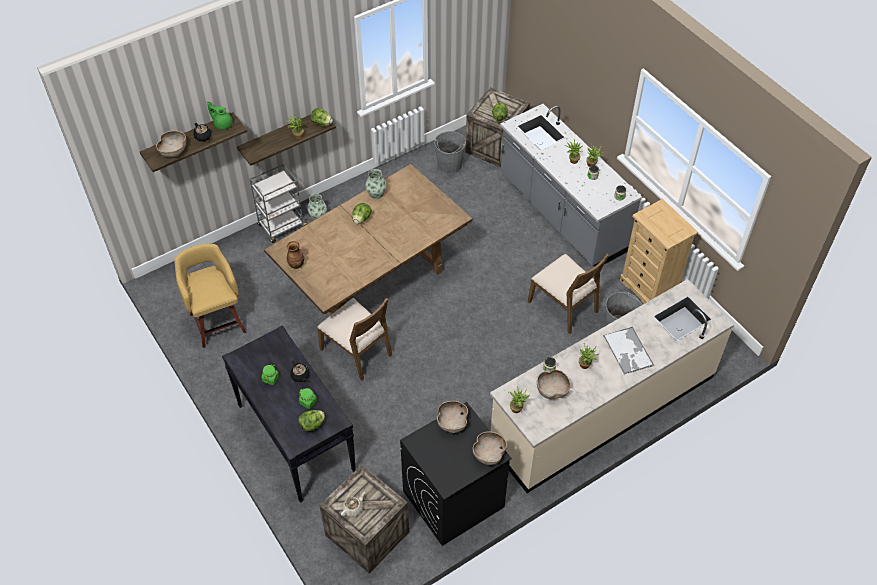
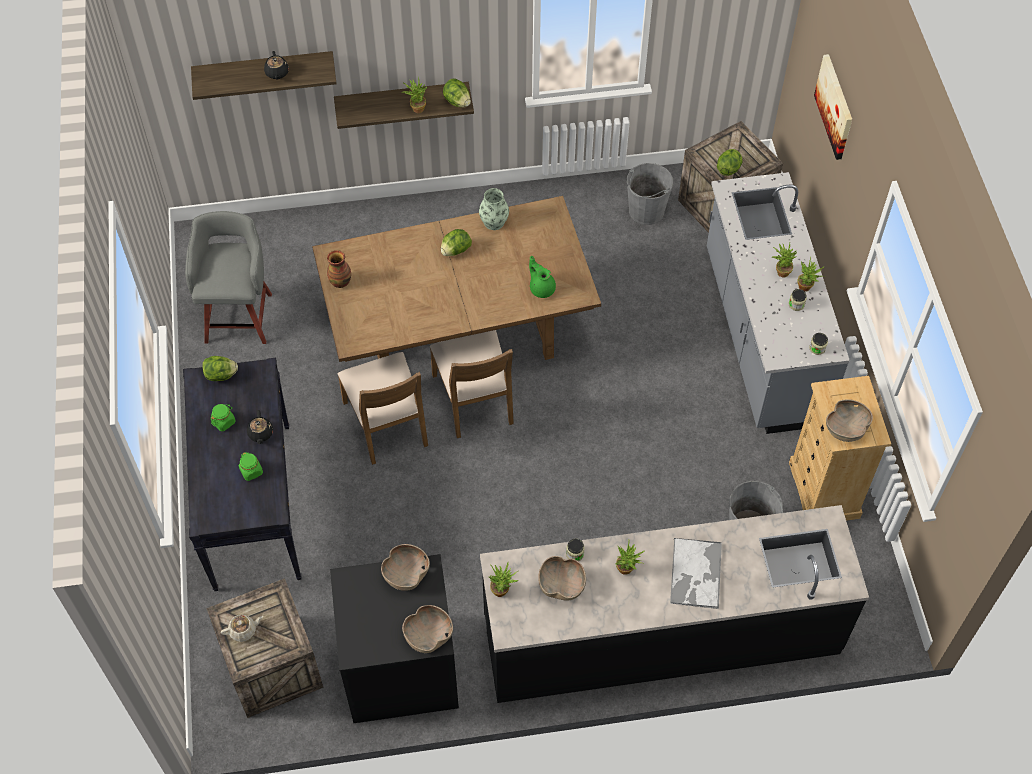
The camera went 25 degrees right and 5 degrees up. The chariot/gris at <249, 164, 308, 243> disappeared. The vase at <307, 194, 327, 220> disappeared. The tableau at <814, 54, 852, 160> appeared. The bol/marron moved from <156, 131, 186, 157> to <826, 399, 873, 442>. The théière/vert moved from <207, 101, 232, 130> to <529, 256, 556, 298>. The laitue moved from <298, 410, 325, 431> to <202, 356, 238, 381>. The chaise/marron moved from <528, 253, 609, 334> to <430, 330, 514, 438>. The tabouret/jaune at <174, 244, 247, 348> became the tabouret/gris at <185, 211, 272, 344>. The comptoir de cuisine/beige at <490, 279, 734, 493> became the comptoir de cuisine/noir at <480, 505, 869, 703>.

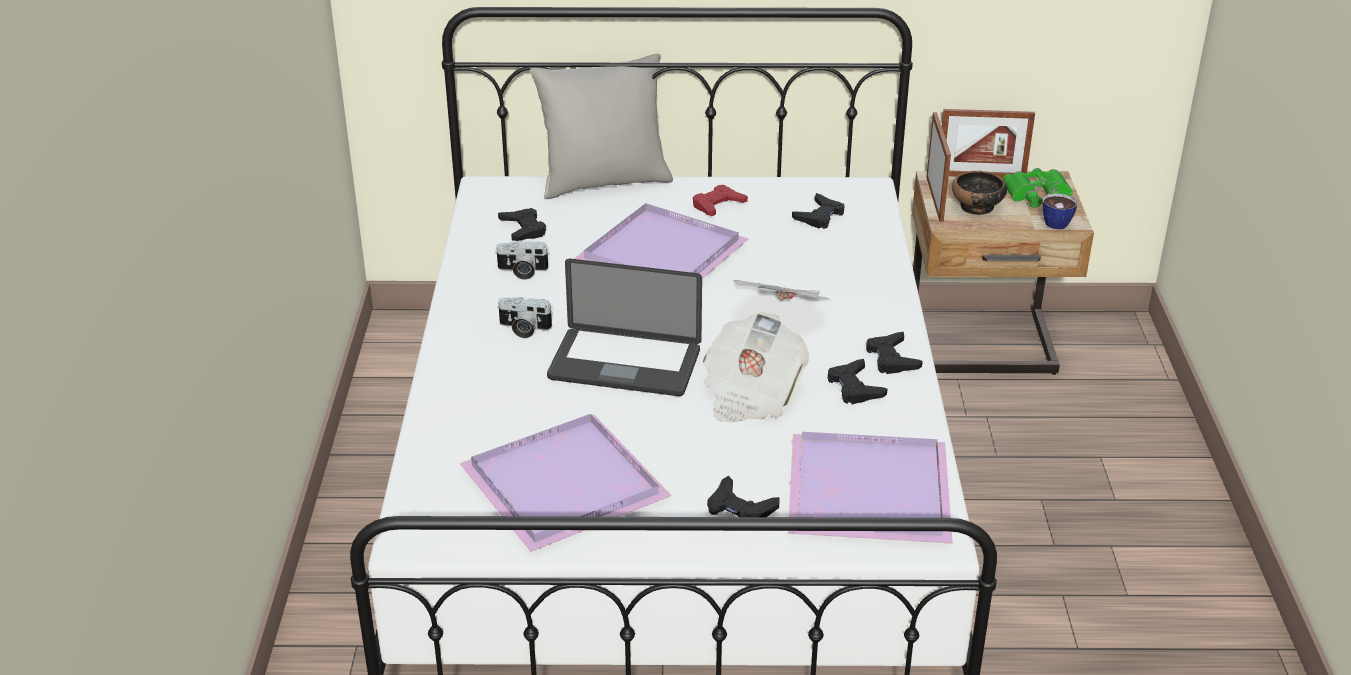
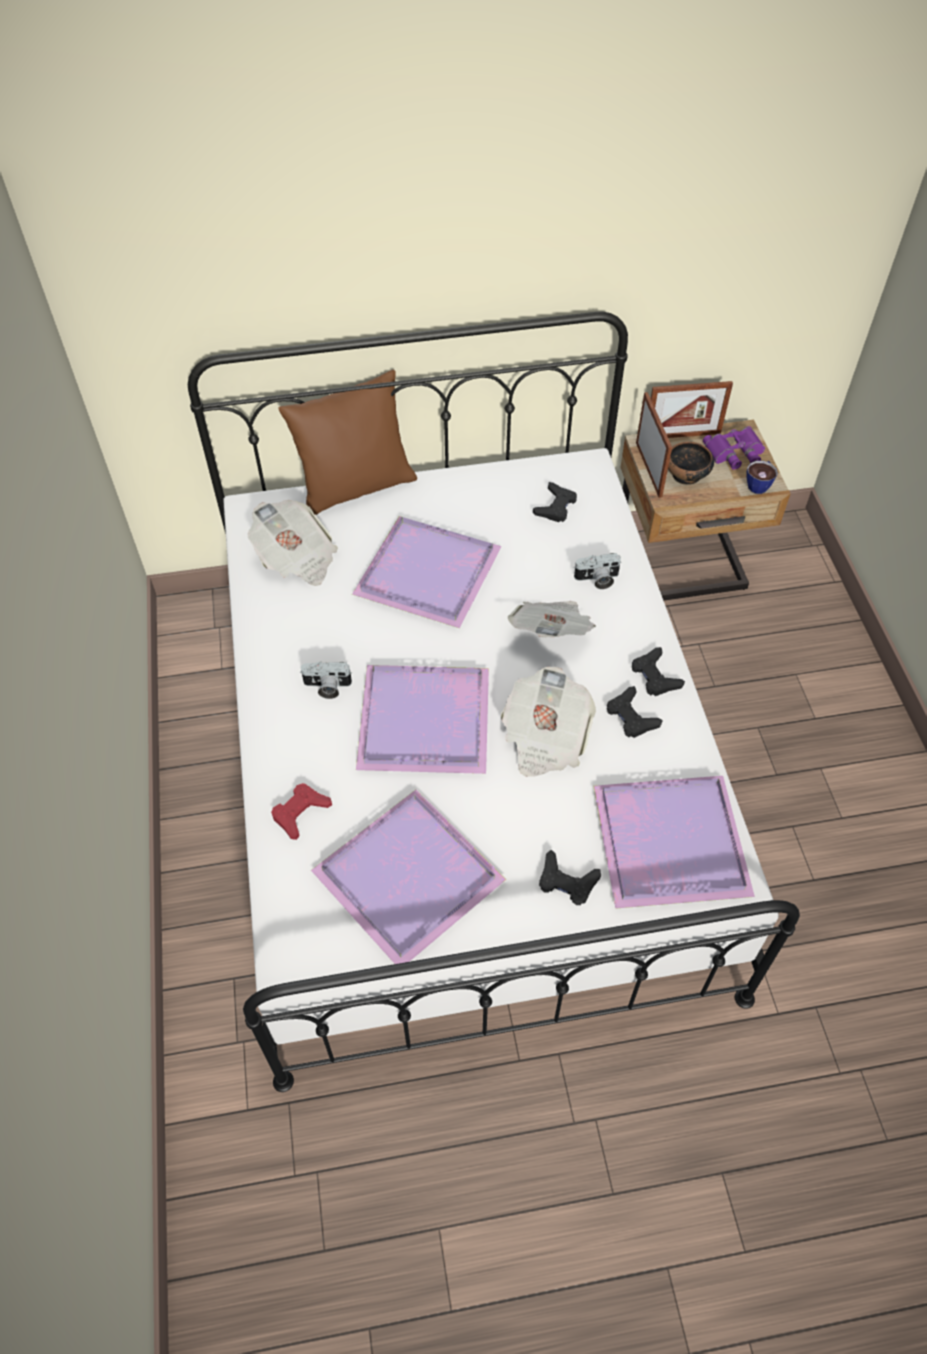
The camera went 10 degrees left and 20 degrees up. The appareil photo moved from <495, 241, 550, 280> to <574, 553, 622, 589>. The manette/rouge moved from <693, 185, 748, 216> to <271, 783, 332, 840>. The manette/noir at <498, 208, 546, 241> was replaced by the journal at <247, 500, 338, 586>. The ordinateur portable at <547, 259, 702, 396> was replaced by the plateau/violet at <356, 665, 489, 774>. The coussin/gris at <530, 53, 673, 199> became the coussin/marron at <278, 370, 417, 515>. The jumelles/vert at <1003, 168, 1073, 208> became the jumelles/violet at <703, 426, 765, 470>.

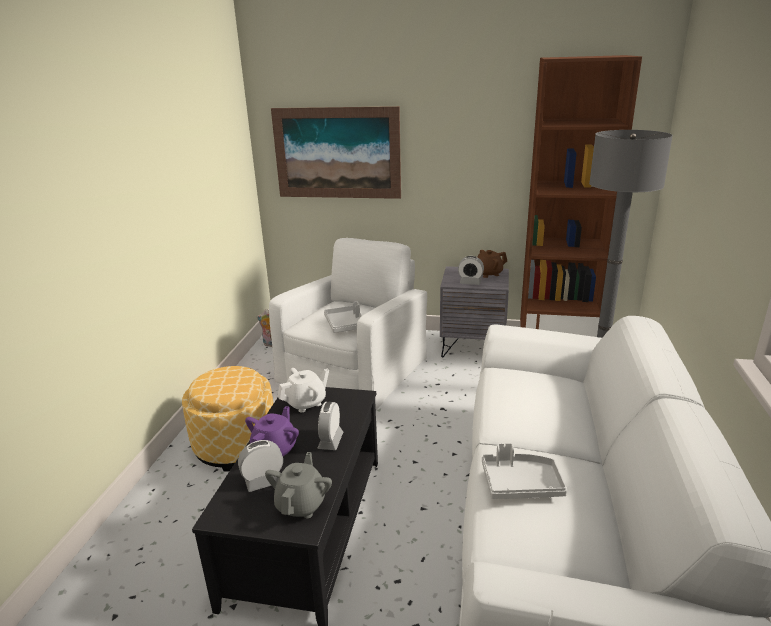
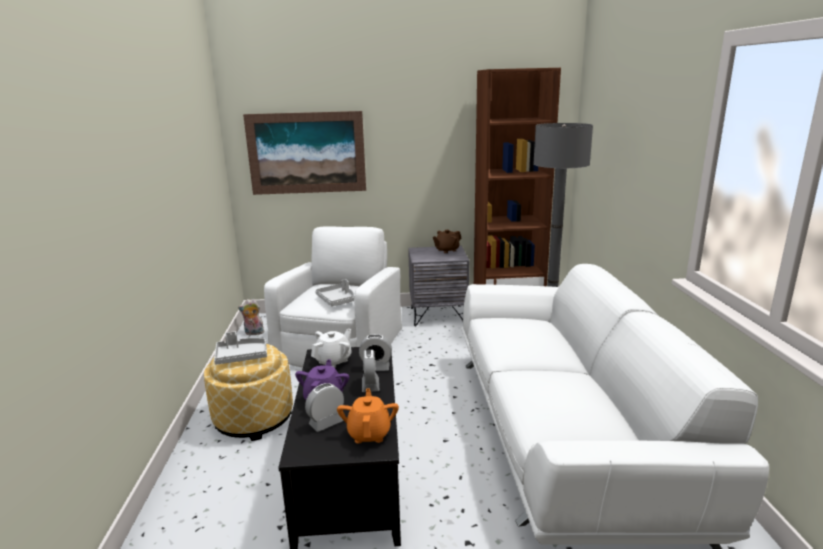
The camera went 15 degrees left and 5 degrees down. The réveil moved from <458, 256, 484, 285> to <359, 334, 392, 371>. The plateau/gris moved from <482, 443, 567, 499> to <214, 331, 267, 365>. The théière/gris at <265, 452, 332, 518> became the théière/orange at <337, 388, 399, 443>.

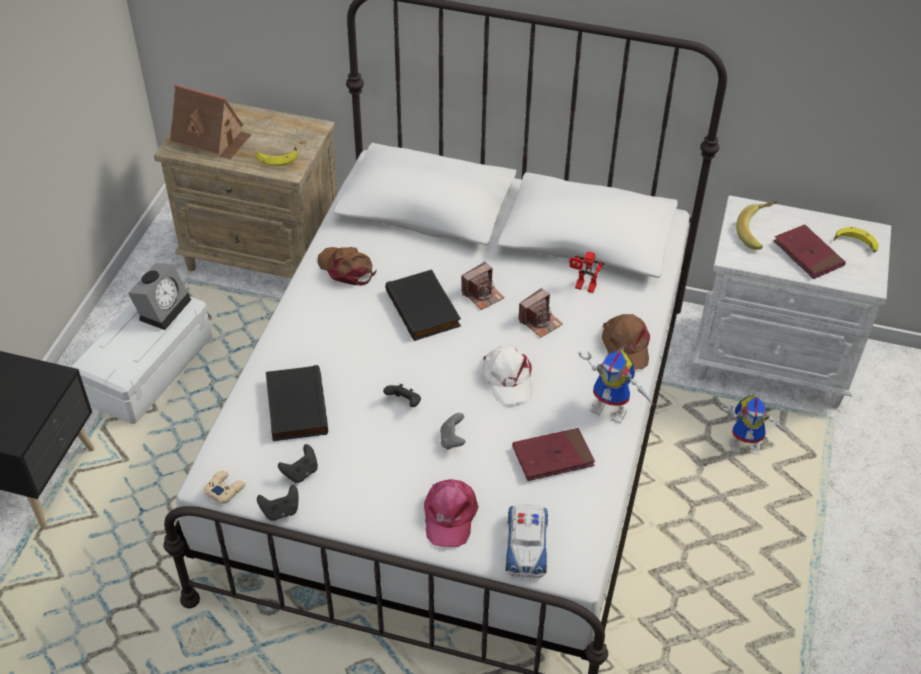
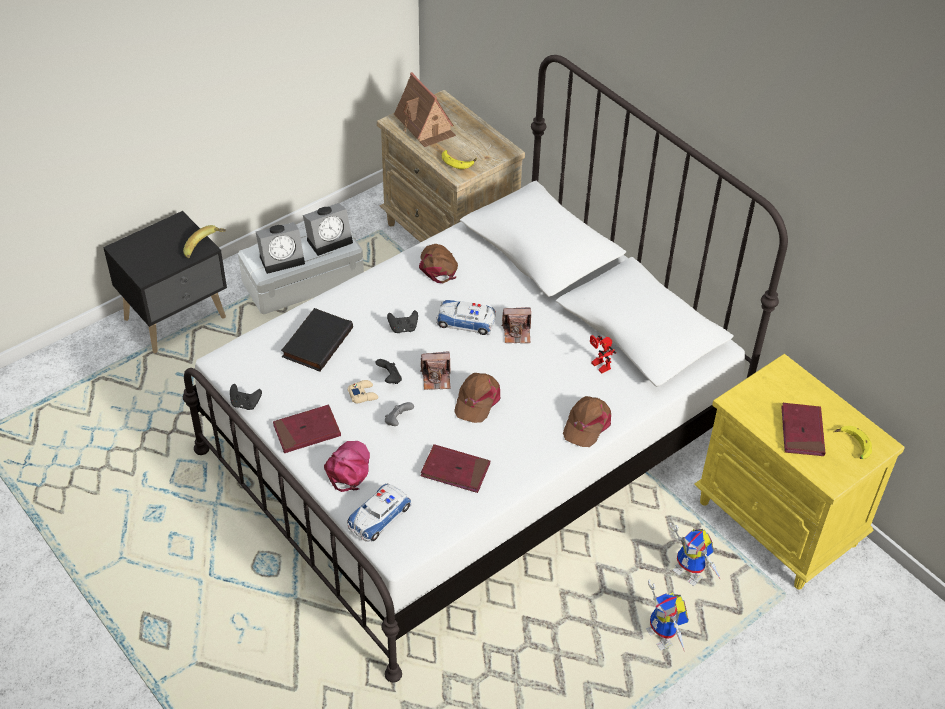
The camera went 35 degrees right and 0 degrees up. The réveil at <255, 222, 305, 274> appeared. The livre/rouge at <273, 405, 341, 453> appeared. The manette/beige moved from <204, 471, 245, 504> to <347, 380, 378, 403>. The manette/noir moved from <278, 444, 318, 483> to <387, 310, 418, 333>. The appareil photo moved from <519, 288, 563, 337> to <420, 351, 450, 390>. The robot jouet moved from <579, 349, 654, 424> to <646, 580, 689, 652>. The banane moved from <736, 201, 778, 250> to <183, 225, 226, 258>. The livre/noir at <385, 270, 461, 341> was replaced by the petite voiture at <436, 300, 496, 335>. The casquette/blanc at <483, 345, 533, 405> became the casquette/marron at <454, 373, 500, 423>. The table de chevet/blanc at <692, 195, 891, 408> became the table de chevet/jaune at <694, 354, 905, 590>. The casquette/rose at <424, 479, 479, 547> turned 150 degrees clockwise.

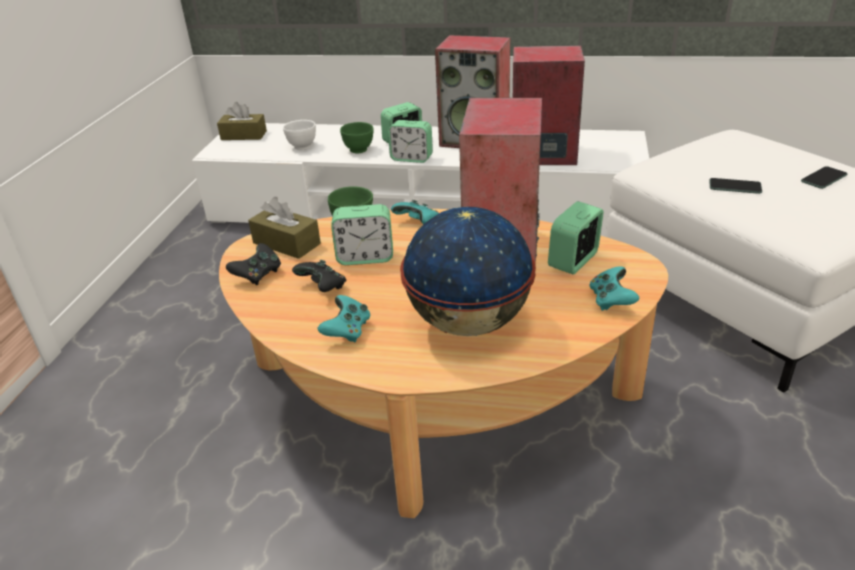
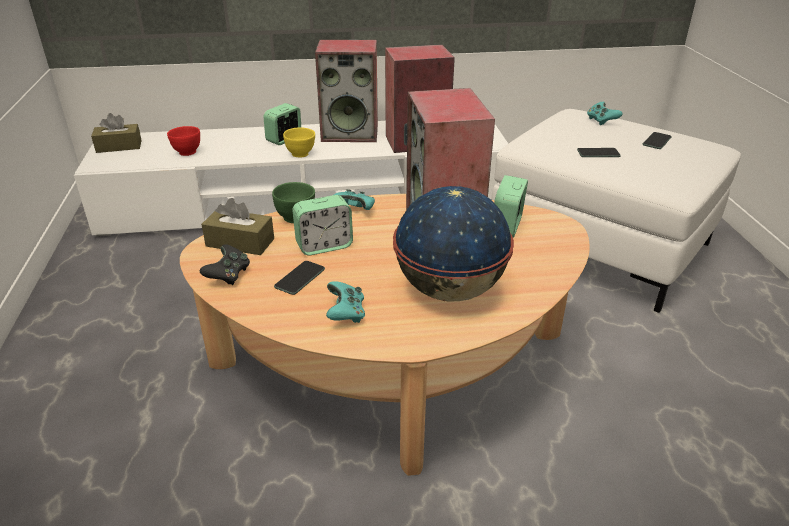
The camera went 20 degrees left and 0 degrees up. The bol/vert at <340, 122, 374, 154> disappeared. The manette/turquoise moved from <589, 267, 639, 311> to <587, 102, 623, 125>. The manette/noir at <292, 260, 346, 292> was replaced by the téléphone at <274, 261, 325, 295>. The réveil at <388, 120, 433, 163> was replaced by the bol/jaune at <283, 127, 315, 157>. The bol/blanc at <283, 120, 316, 150> became the bol/rouge at <167, 126, 200, 156>.

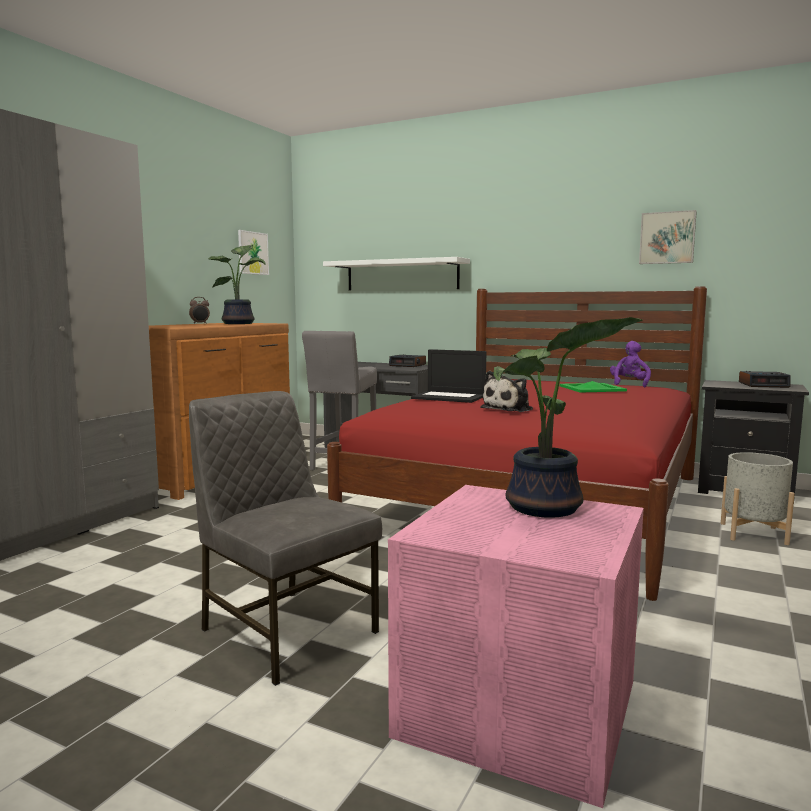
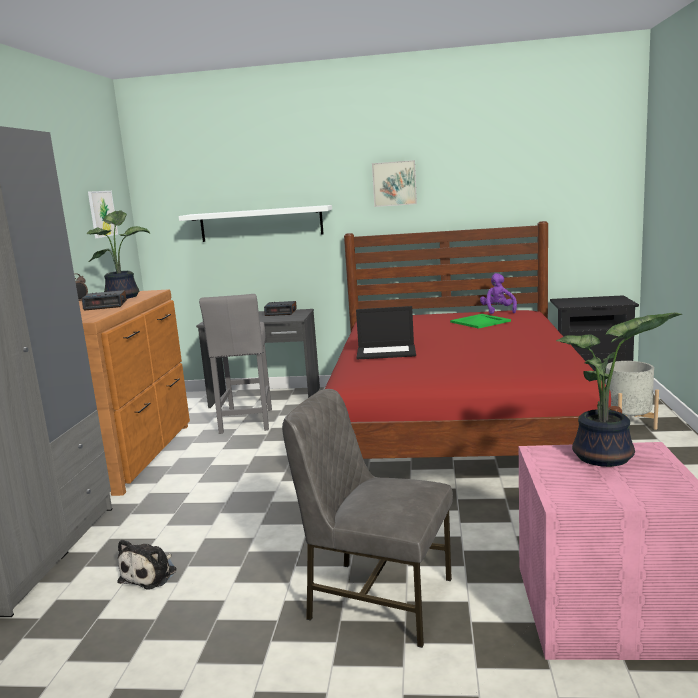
The camera went 20 degrees left and 5 degrees up. The peluche moved from <480, 371, 533, 412> to <117, 539, 177, 590>. The tableau moved from <639, 210, 697, 264> to <372, 160, 417, 207>. The réveil moved from <739, 371, 791, 388> to <82, 290, 127, 310>.

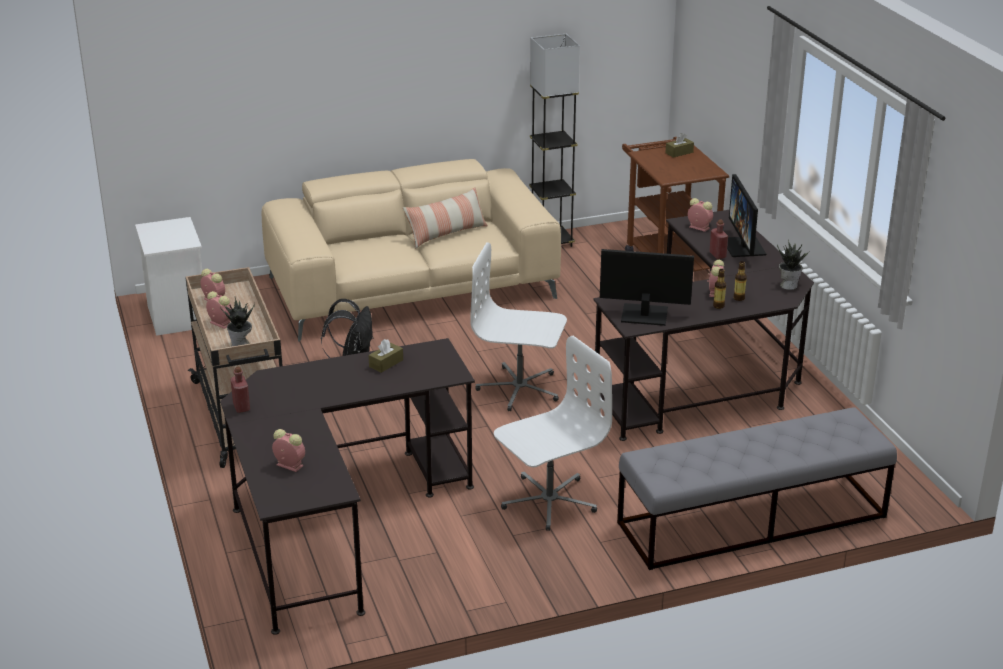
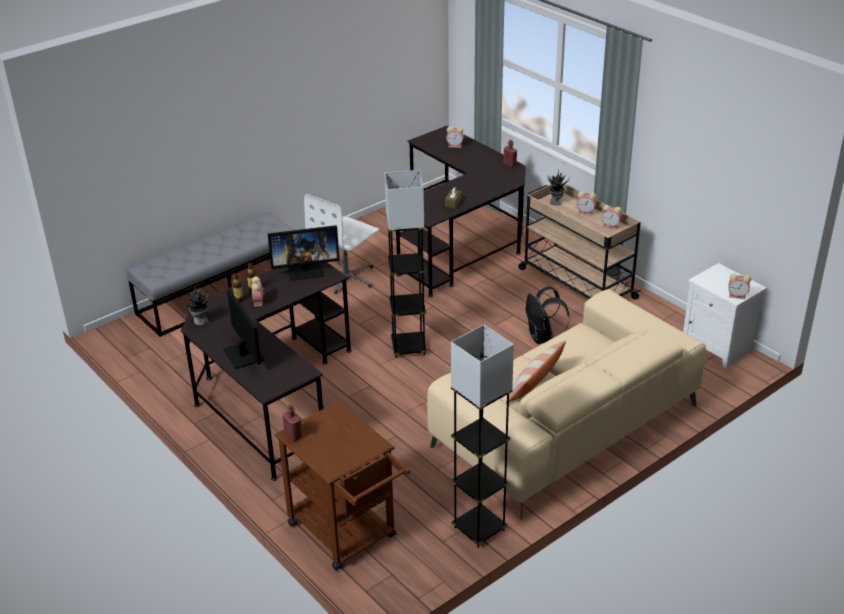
The camera went 160 degrees right and 5 degrees up. The boîte à mouchoirs/marron at <665, 133, 694, 158> disappeared. The réveil moved from <688, 198, 713, 232> to <728, 274, 751, 299>. The bouteille/rouge moved from <709, 219, 728, 259> to <282, 405, 302, 441>. The chaise de bureau/blanc at <470, 242, 567, 411> was replaced by the lampadaire/gris at <384, 170, 427, 358>.

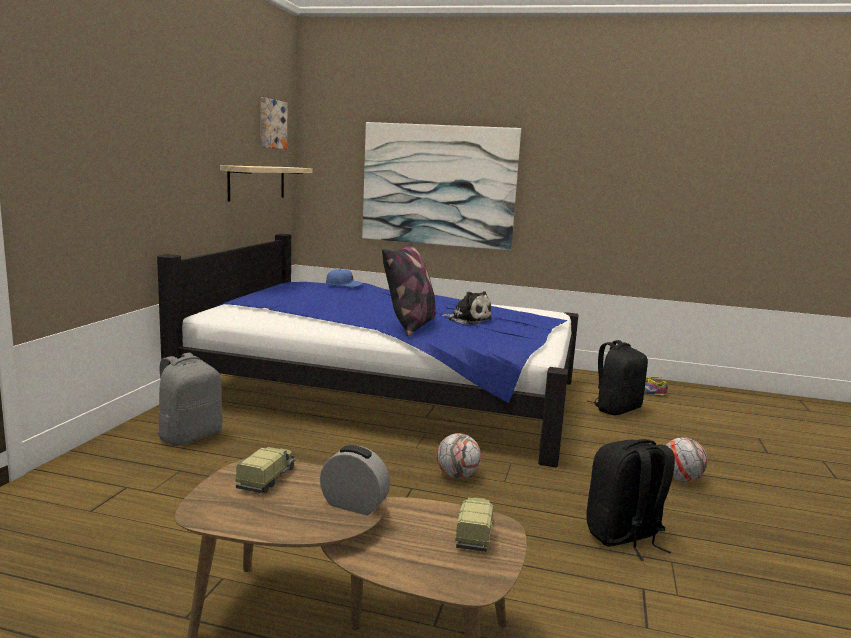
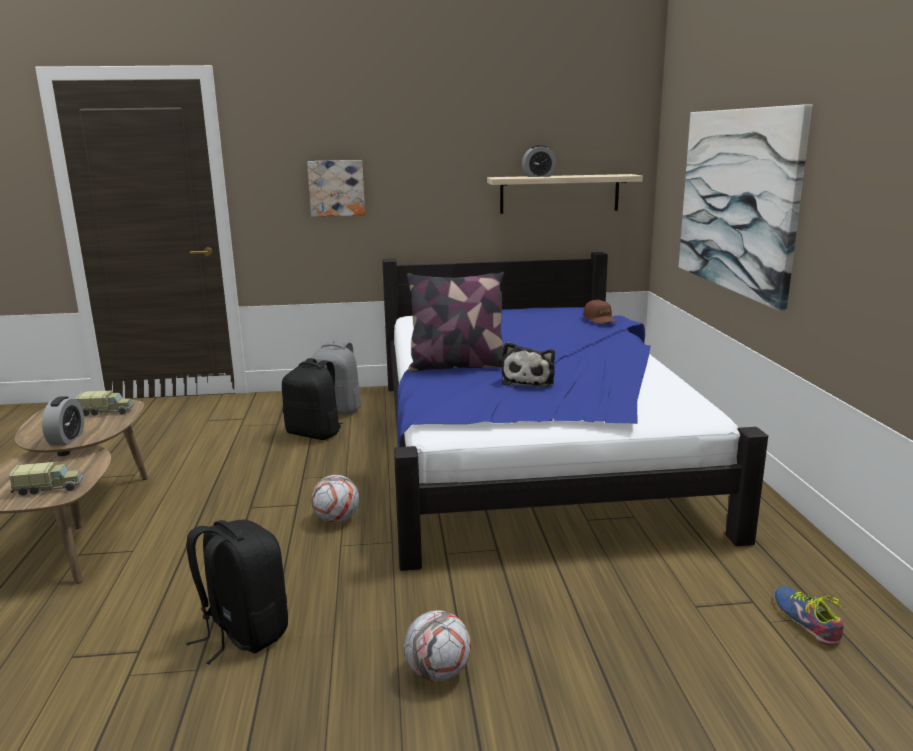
The camera went 70 degrees right and 5 degrees up. The réveil at <522, 145, 556, 177> appeared. The tableau moved from <261, 98, 287, 149> to <307, 160, 365, 217>. The sac à dos/noir moved from <587, 340, 648, 415> to <282, 358, 343, 440>. The casquette/bleu at <326, 269, 363, 287> became the casquette/marron at <583, 300, 617, 323>.

